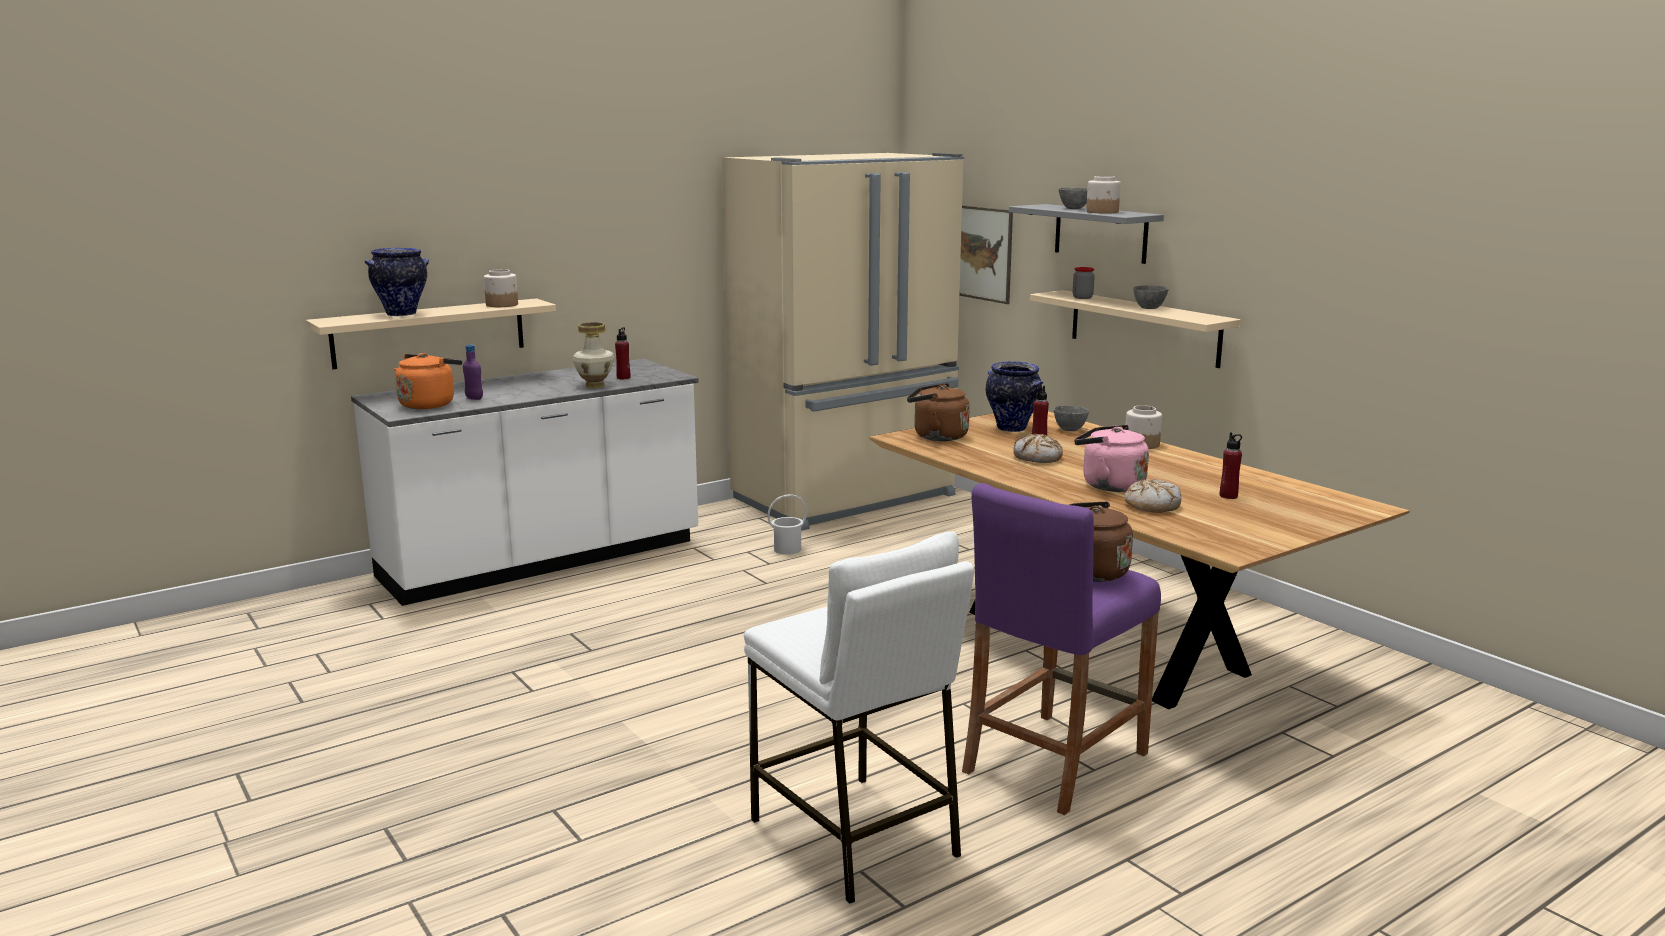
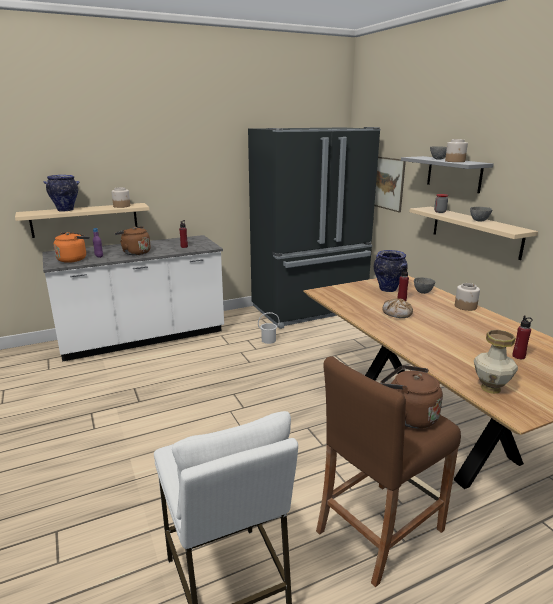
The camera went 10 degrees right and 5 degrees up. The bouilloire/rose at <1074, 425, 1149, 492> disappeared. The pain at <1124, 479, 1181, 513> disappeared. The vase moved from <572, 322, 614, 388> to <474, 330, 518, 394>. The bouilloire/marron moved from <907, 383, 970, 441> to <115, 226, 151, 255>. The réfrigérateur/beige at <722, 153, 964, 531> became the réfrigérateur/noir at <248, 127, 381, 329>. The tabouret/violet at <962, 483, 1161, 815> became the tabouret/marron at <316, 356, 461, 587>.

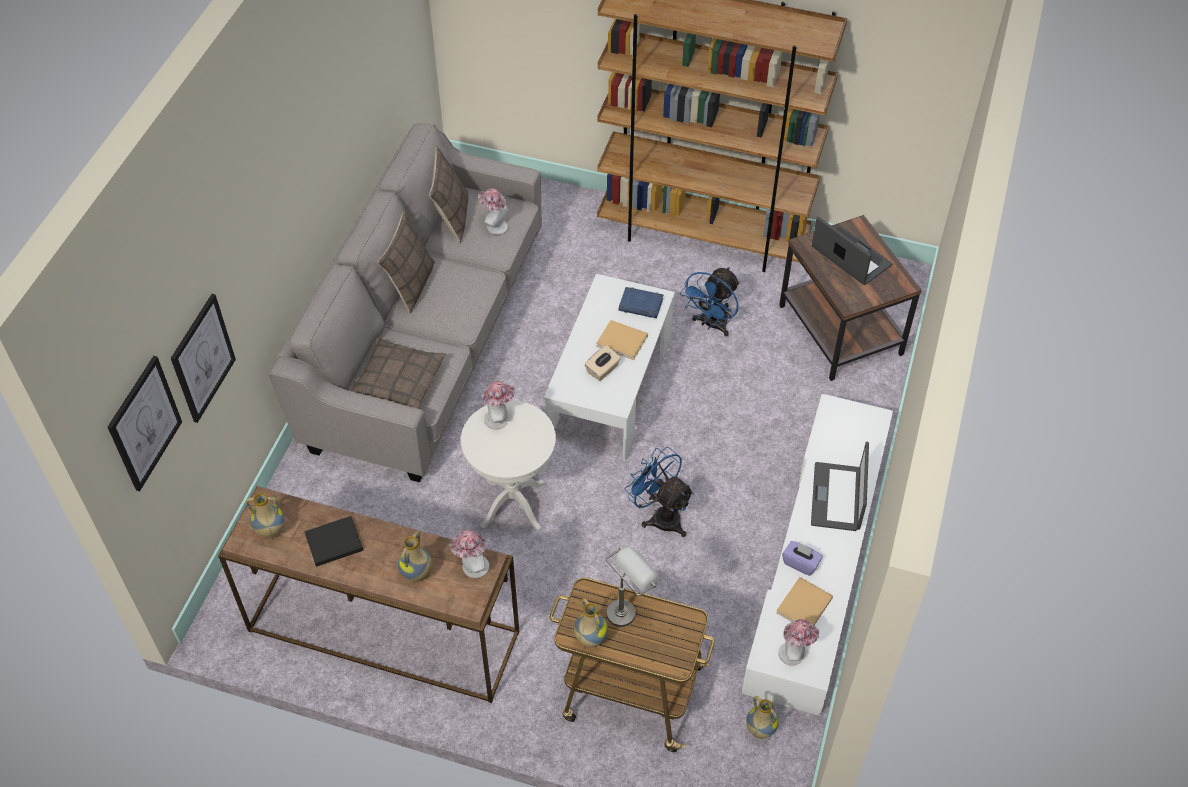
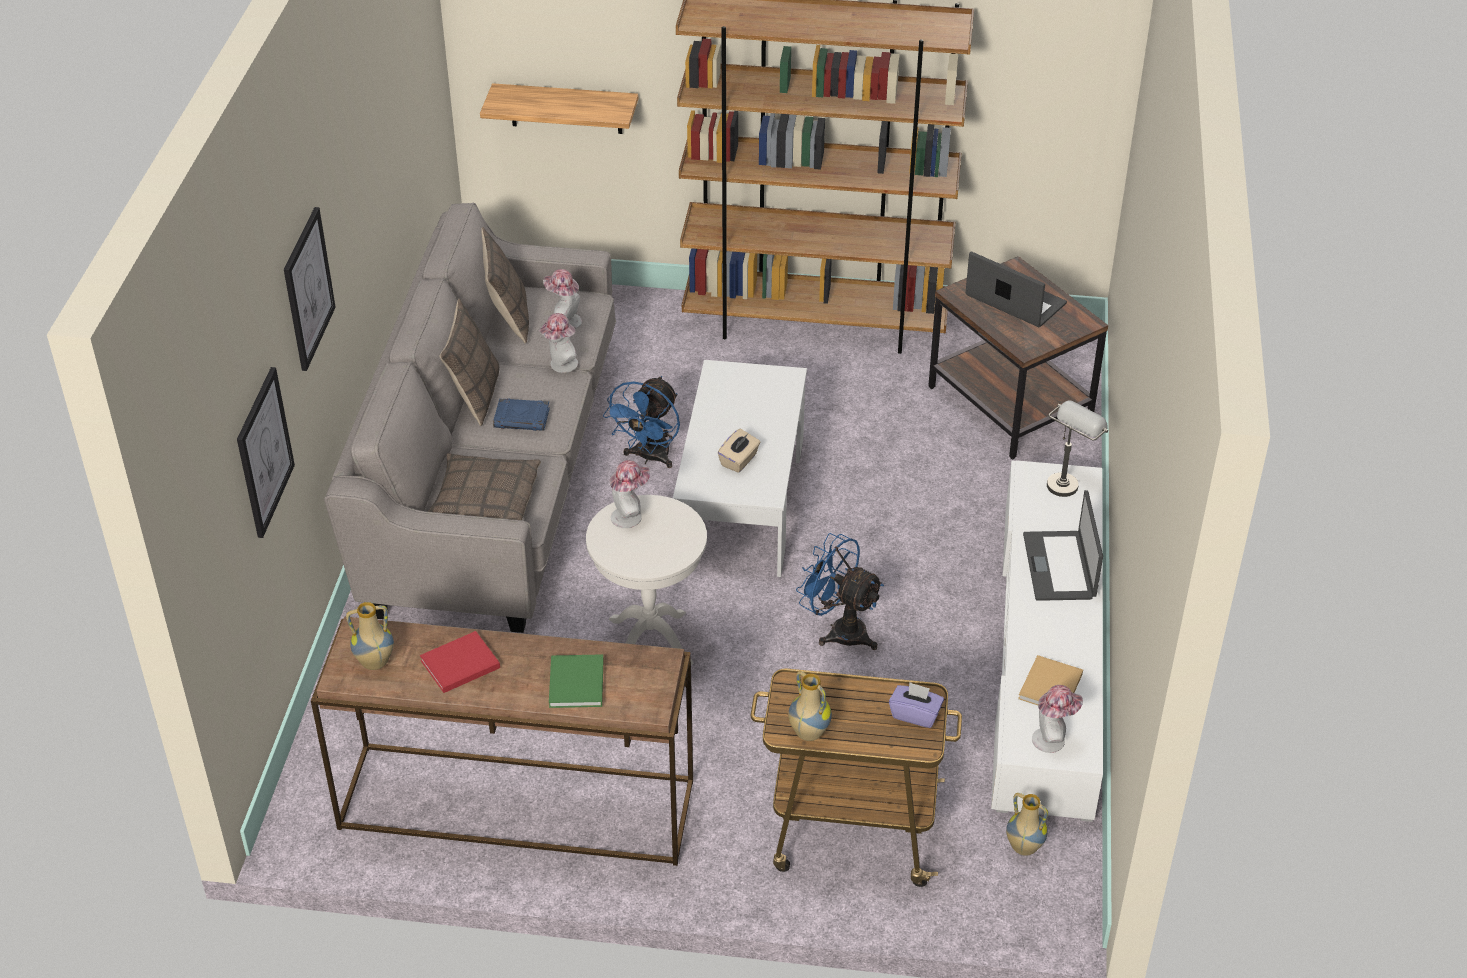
The camera went 10 degrees left and 10 degrees down. The livre/beige at <596, 320, 648, 360> disappeared. The étagère at <480, 83, 638, 134> appeared. The tableau moved from <108, 356, 182, 491> to <284, 207, 336, 371>. The chapeau moved from <449, 530, 489, 578> to <539, 313, 578, 373>. The lampe de table/gris moved from <606, 547, 659, 627> to <1047, 401, 1108, 497>. The livre/bleu moved from <618, 287, 663, 318> to <493, 398, 550, 431>. The ventilateur/bleu moved from <680, 267, 740, 336> to <603, 376, 680, 468>. The boîte à mouchoirs/violet moved from <782, 541, 823, 576> to <889, 682, 944, 728>. The vase at <398, 531, 432, 582> was replaced by the livre/vert at <549, 654, 604, 708>. The livre/noir at <304, 516, 363, 567> became the livre/rouge at <420, 631, 500, 693>.

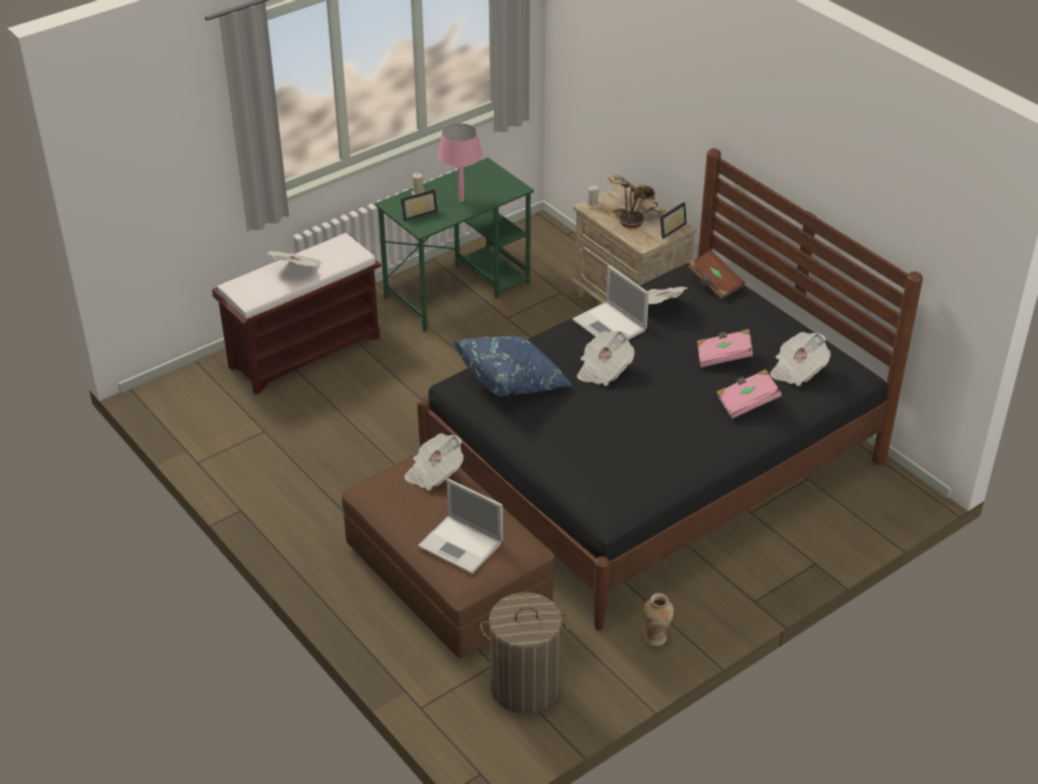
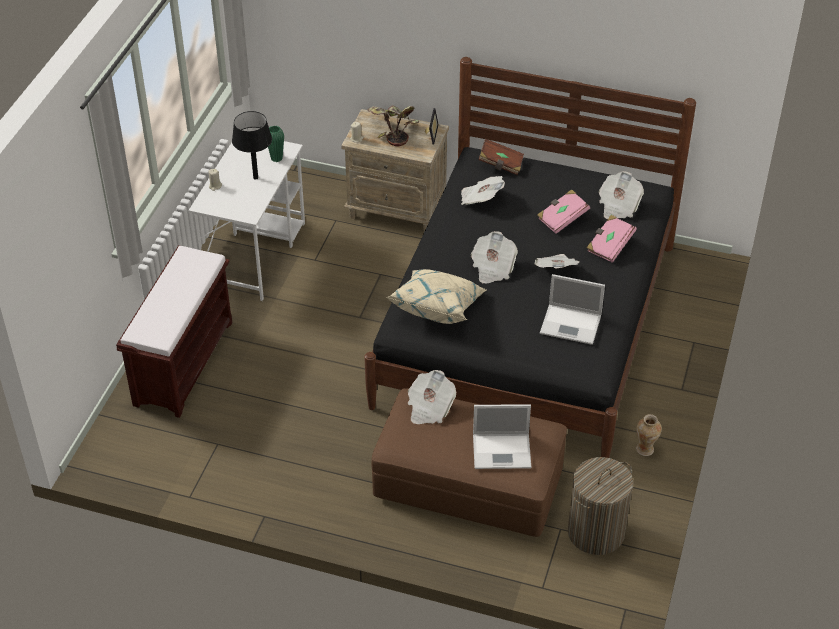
The camera went 35 degrees left and 5 degrees up. The cadre photo at <401, 189, 438, 221> disappeared. The vase/vert at <268, 126, 284, 162> appeared. The journal moved from <267, 251, 321, 267> to <534, 254, 580, 268>. The ordinateur portable moved from <572, 265, 649, 340> to <540, 274, 605, 345>. The bureau/vert at <375, 158, 534, 332> became the bureau/blanc at <188, 141, 305, 301>. The lampe de table/rose at <438, 123, 482, 202> became the lampe de table/noir at <232, 111, 272, 180>. The coussin/bleu at <453, 336, 573, 396> became the coussin/beige at <387, 269, 487, 324>.

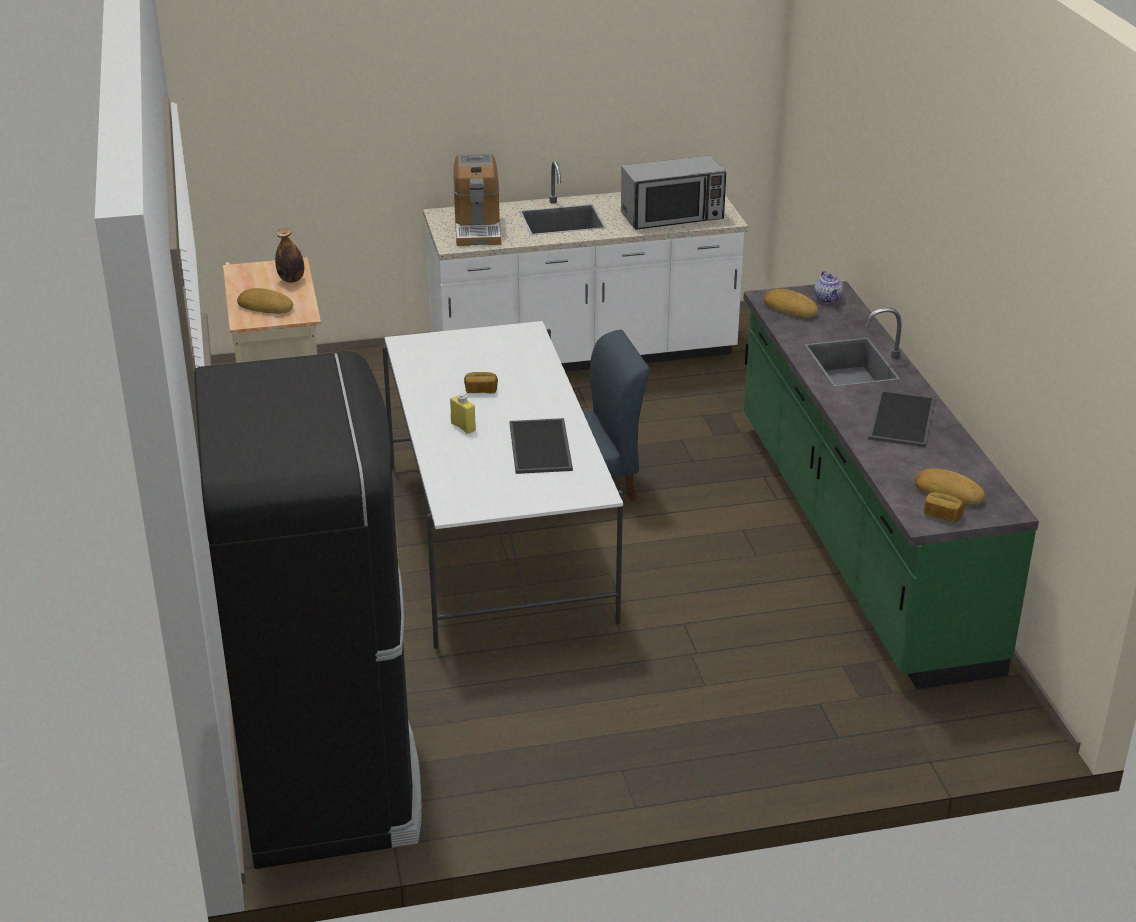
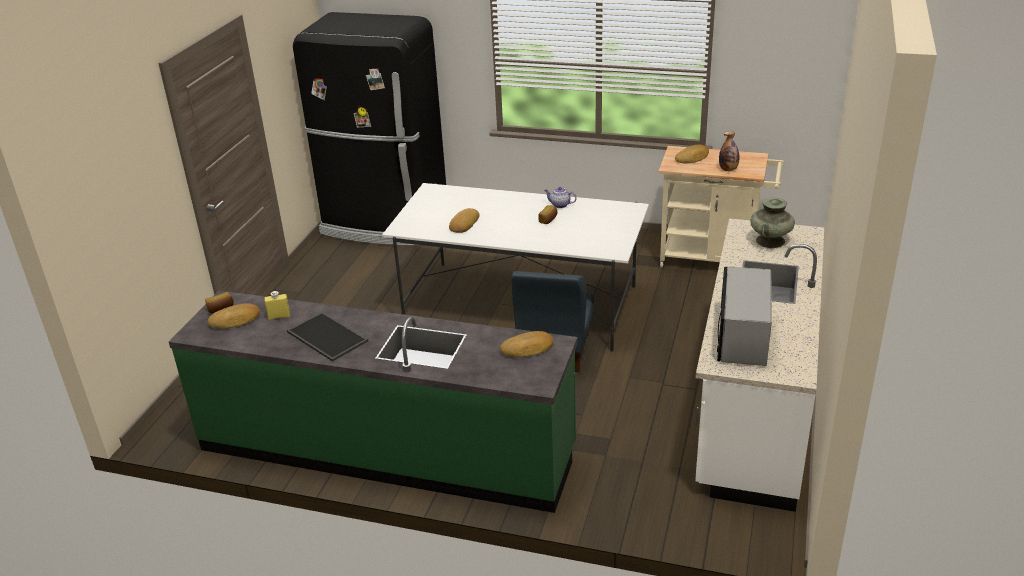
The camera went 120 degrees right and 0 degrees up. The bouteille/jaune moved from <450, 393, 476, 434> to <264, 291, 290, 320>. The théière moved from <814, 271, 843, 303> to <544, 187, 577, 208>. The machine à café at <453, 153, 501, 246> was replaced by the vase/turquoise at <750, 197, 795, 248>. The plateau at <509, 418, 573, 474> was replaced by the pain at <449, 208, 480, 233>.

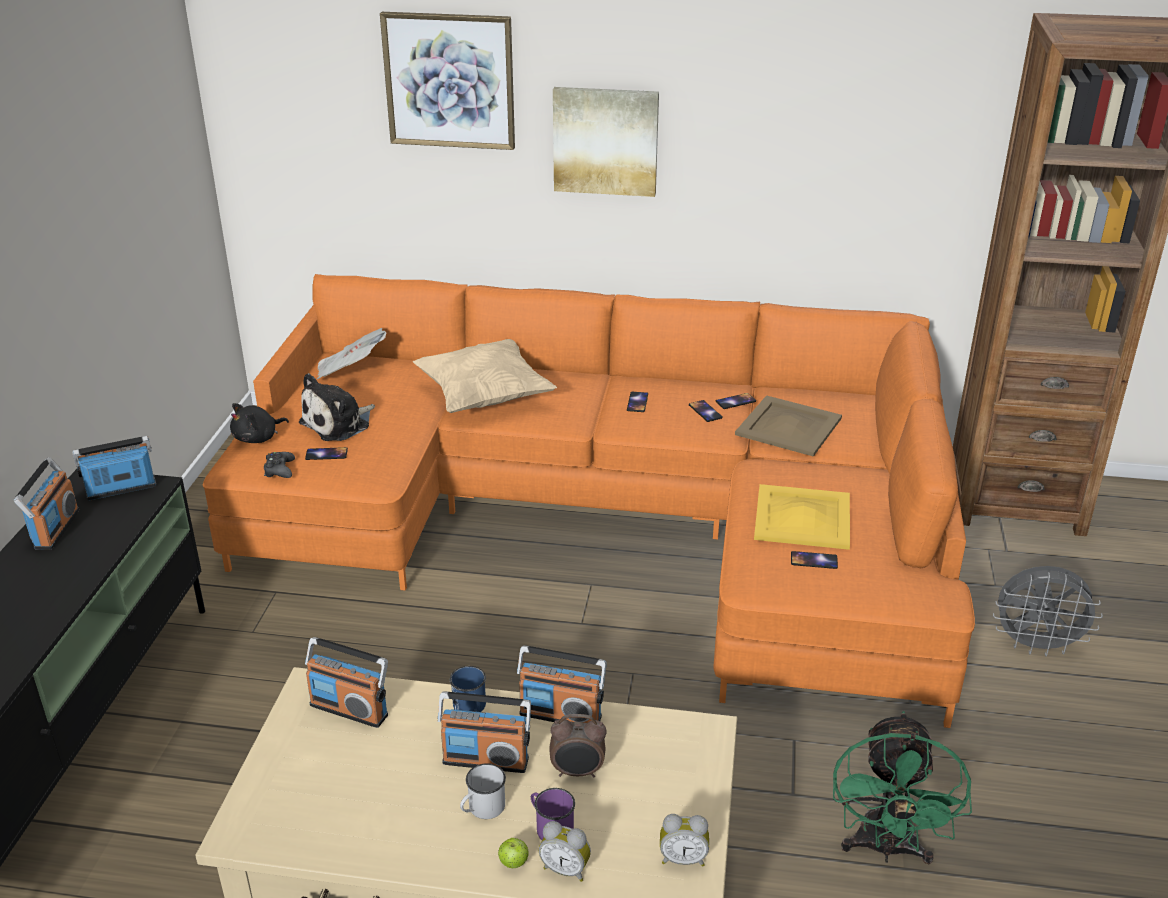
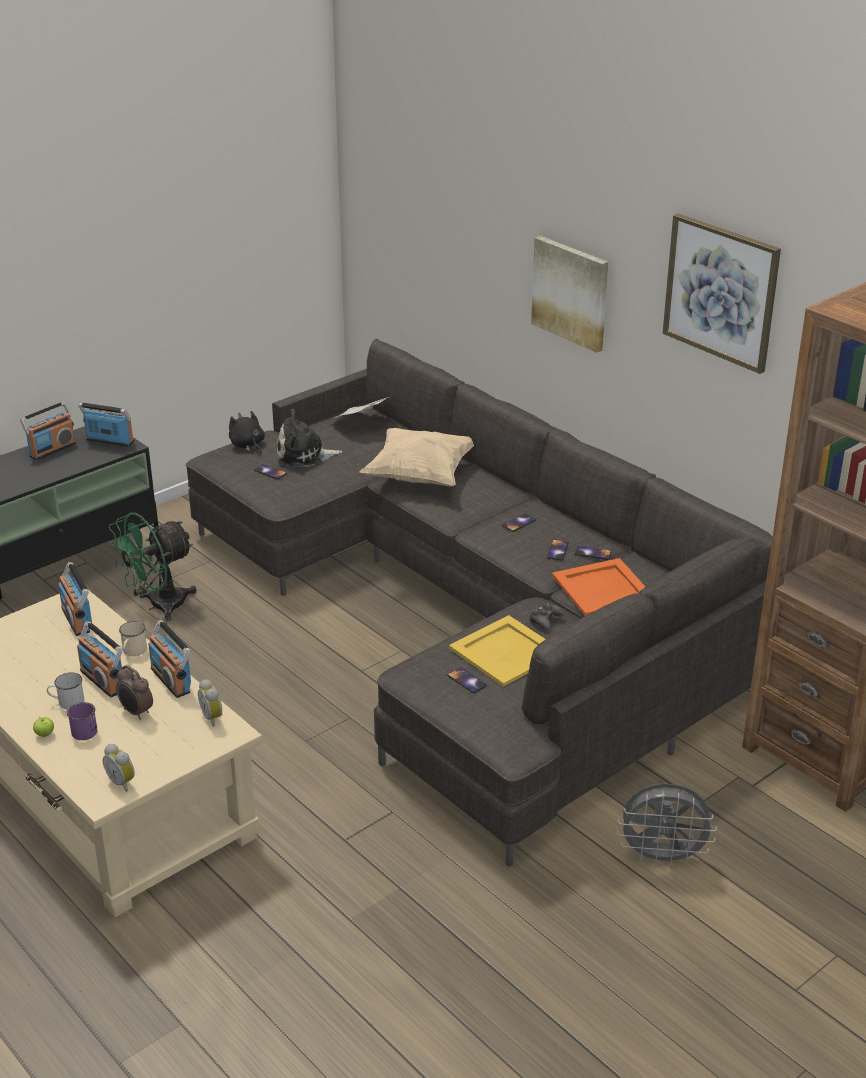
The camera went 40 degrees right and 0 degrees up. The manette/noir moved from <264, 452, 295, 478> to <530, 602, 564, 630>. The tableau moved from <380, 12, 515, 150> to <663, 214, 781, 374>. The réveil moved from <539, 821, 591, 882> to <198, 679, 222, 727>. The ventilateur/vert moved from <833, 711, 972, 864> to <109, 513, 196, 621>. The canapé/orange at <203, 274, 975, 728> became the canapé/gris at <186, 339, 773, 867>. The mug/bleu at <450, 666, 486, 712> became the mug/beige at <119, 621, 147, 656>. The plateau/beige at <735, 395, 842, 457> became the plateau/orange at <552, 558, 645, 616>. The peluche/noir at <230, 403, 289, 443> turned 60 degrees clockwise. The ventilateur/gris at <993, 566, 1103, 656> turned 45 degrees counterclockwise.

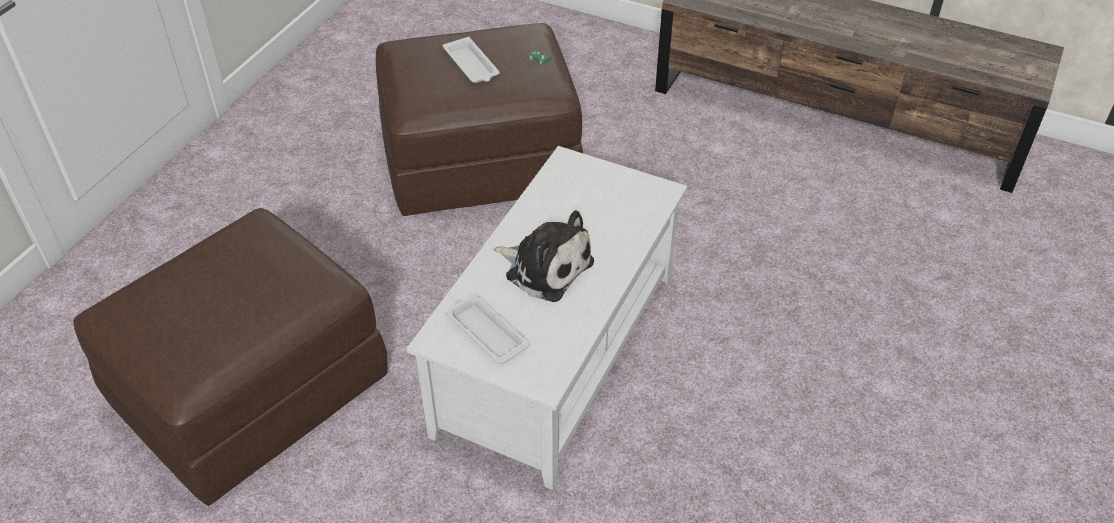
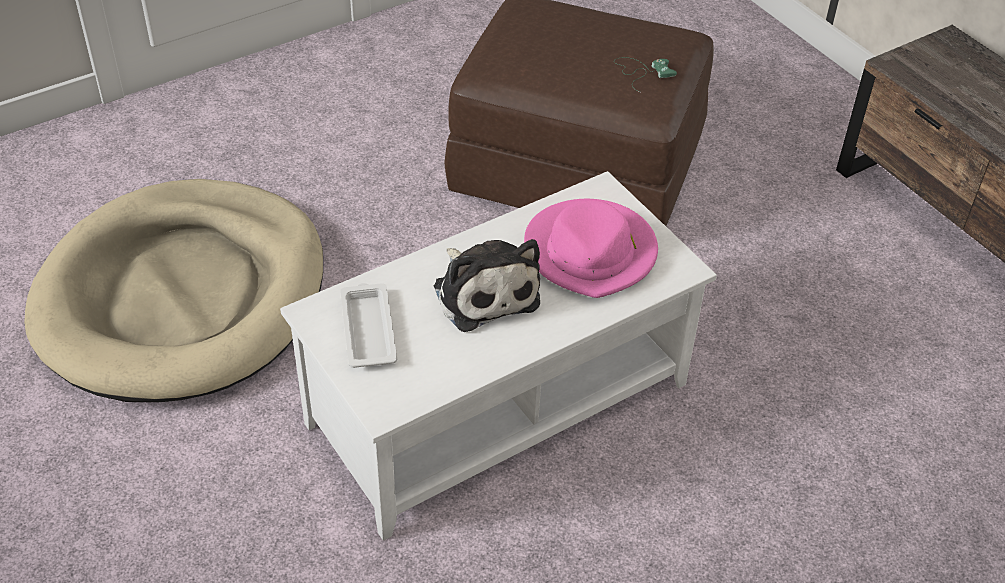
The camera went 30 degrees right and 0 degrees up. The plateau/blanc at <443, 37, 500, 83> disappeared. The chapeau/rose at <524, 199, 658, 298> appeared. The pouf/marron at <73, 208, 387, 506> was replaced by the panier pour chien/beige at <24, 179, 323, 402>.

